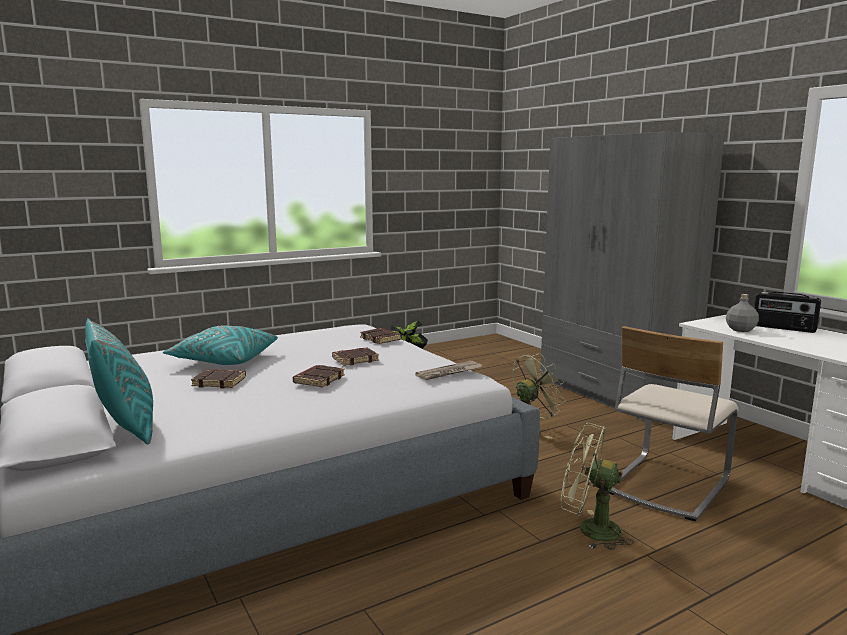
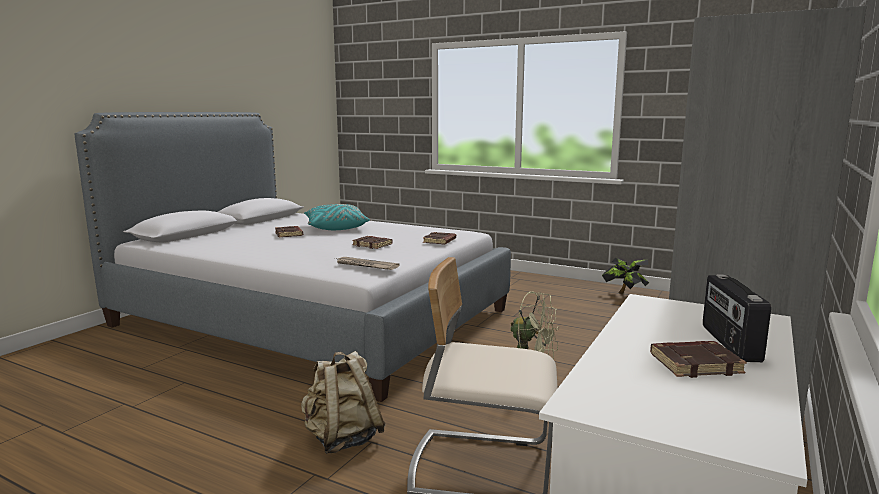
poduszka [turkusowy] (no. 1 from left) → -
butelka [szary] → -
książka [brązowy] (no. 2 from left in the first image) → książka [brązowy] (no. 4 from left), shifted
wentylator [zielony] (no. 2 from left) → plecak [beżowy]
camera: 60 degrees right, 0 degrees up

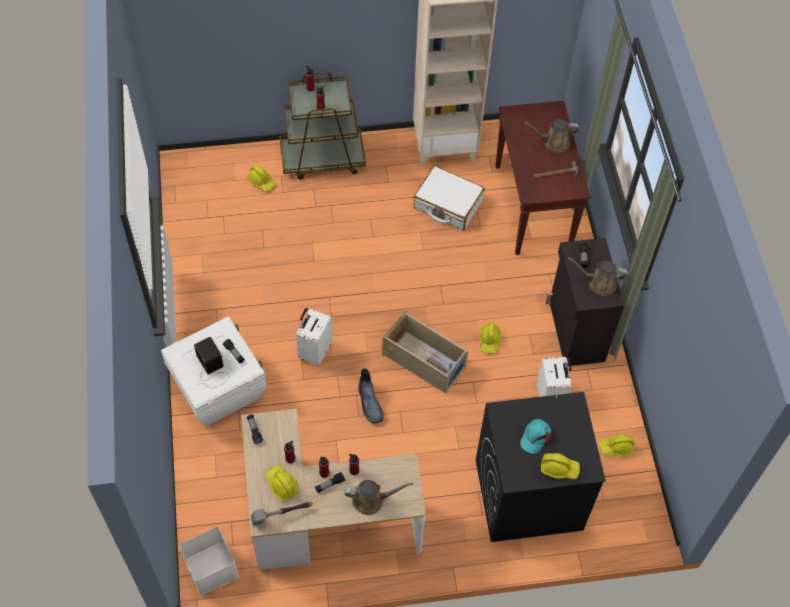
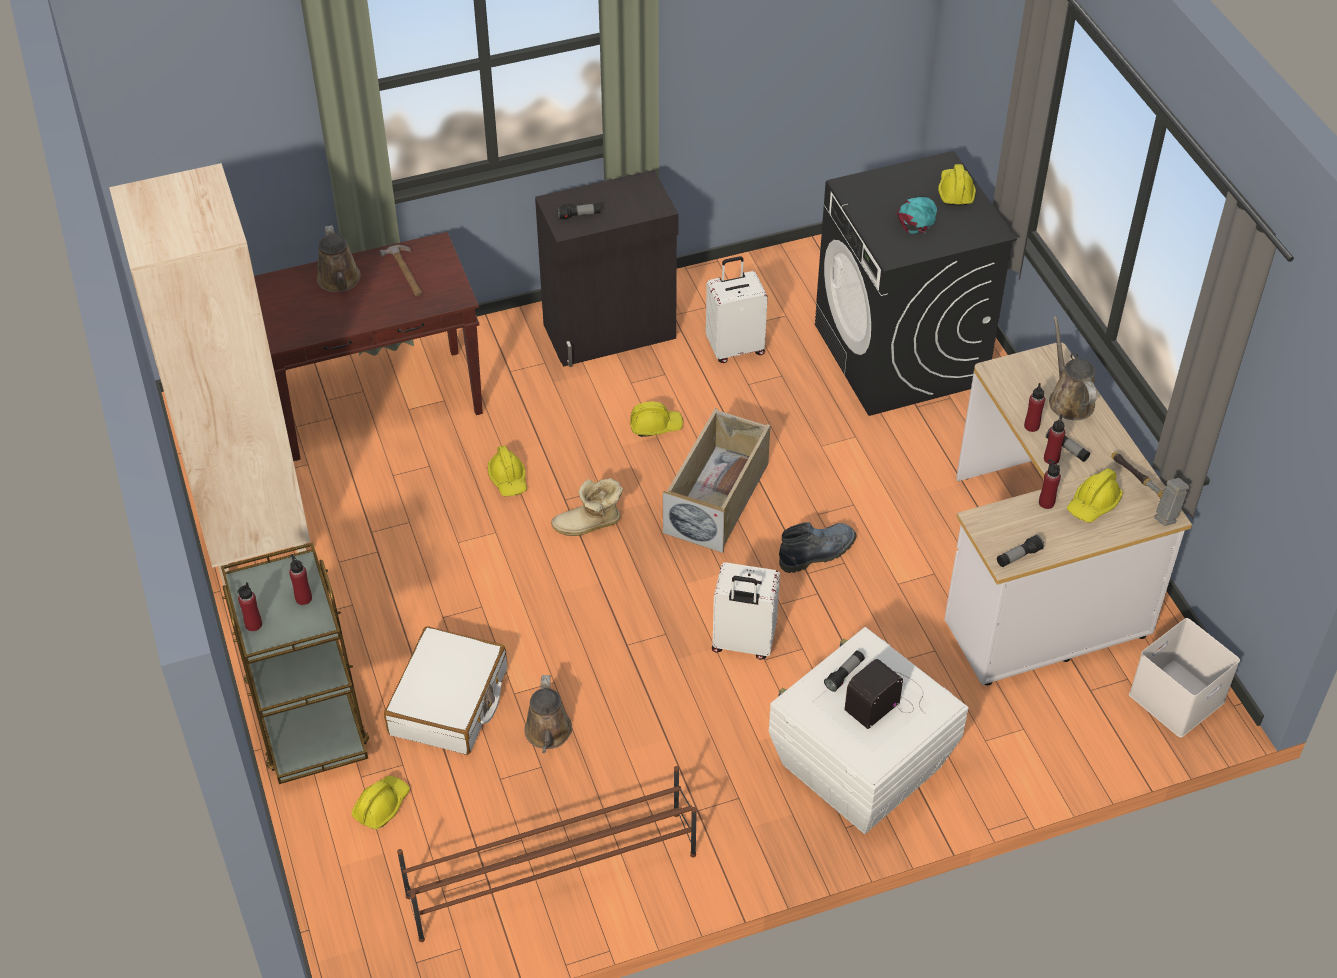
- → regał na buty [brązowy]
- → but z cholewką (no. 1 from left)
walizka [biały] (no. 2 from left in the first image) → walizka [biały] (no. 1 from left), shifted
konewka [brązowy] (no. 3 from left in the first image) → konewka [brązowy] (no. 2 from left), shifted
kask [żółty] (no. 5 from left in the first image) → kask [żółty] (no. 2 from left), shifted
czapka z daszkiem [turkusowy], 90 degrees counterclockwise
camera: 100 degrees left, 10 degrees down

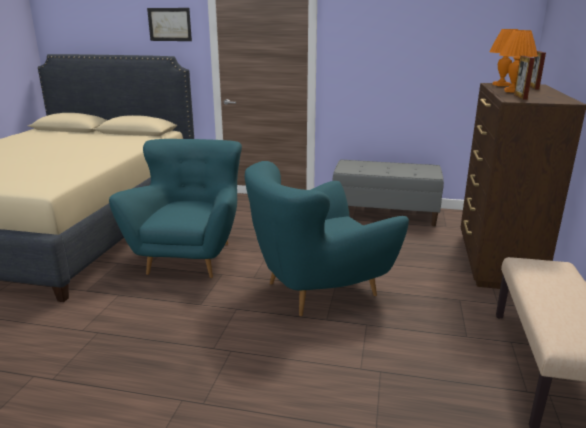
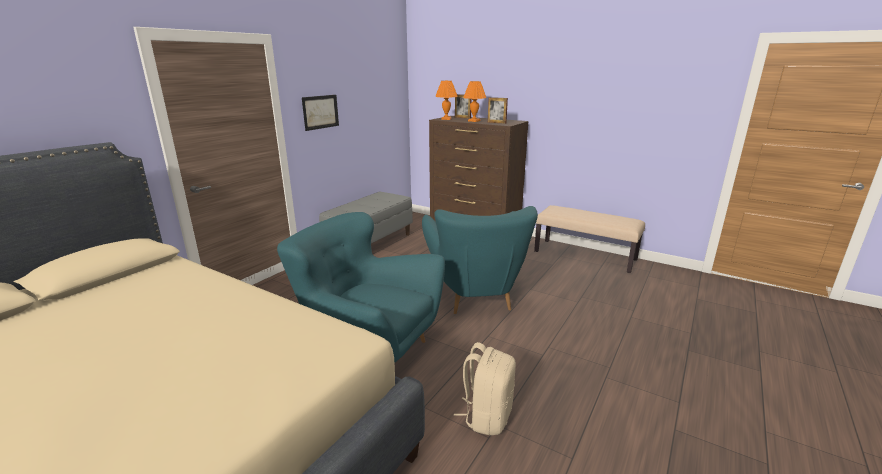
- → plecak [beżowy]
obraz, shifted
camera: 70 degrees left, 0 degrees up

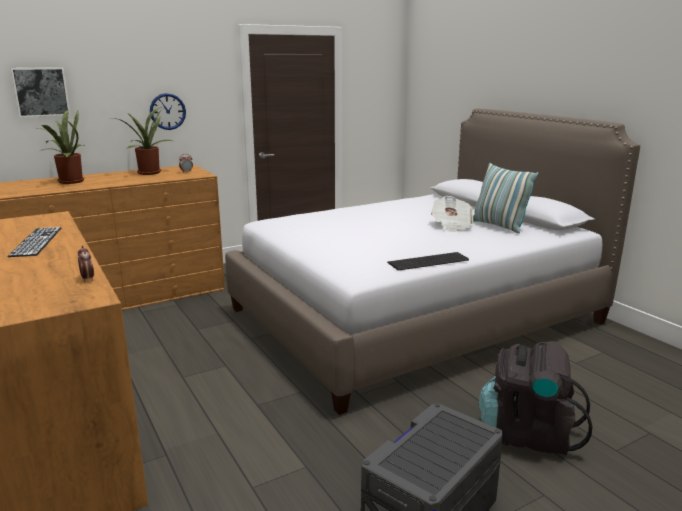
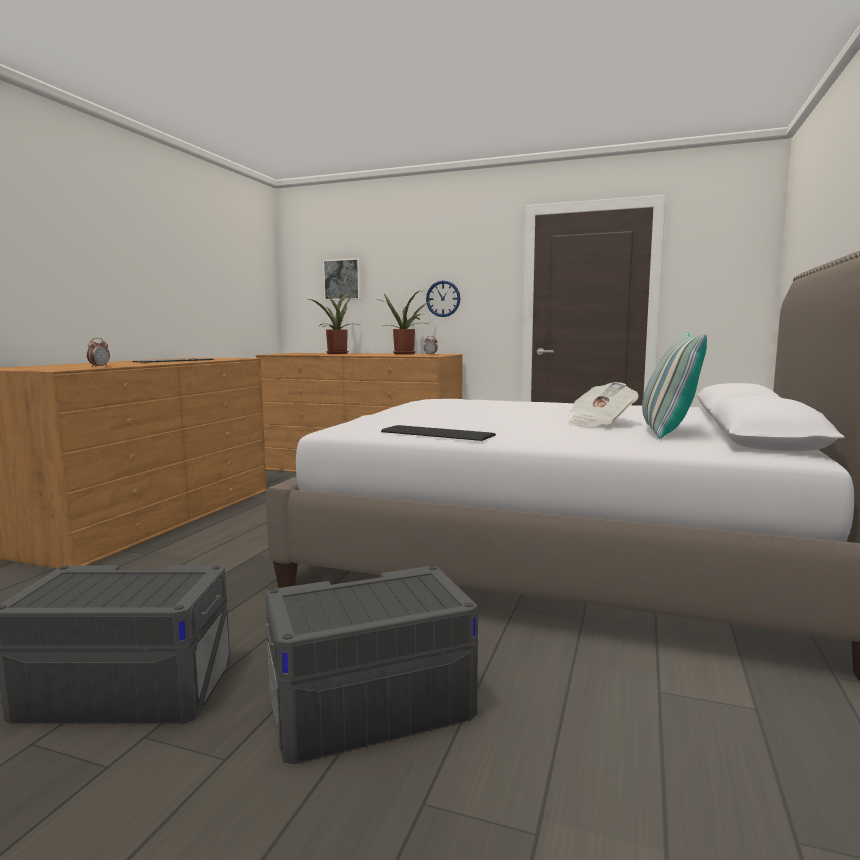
plecak [czarny] → pojemnik do przechowywania [szary] (no. 2 from left)
camera: 50 degrees right, 10 degrees down

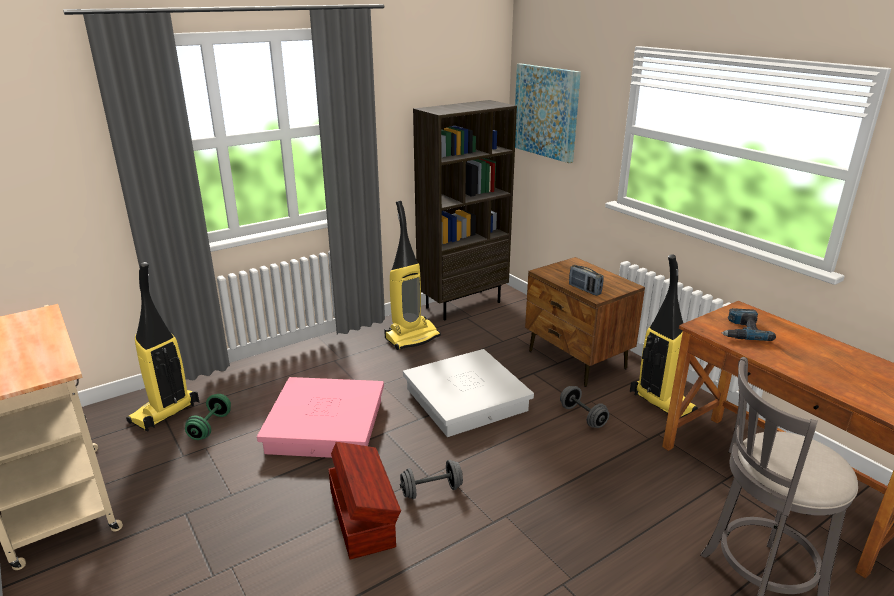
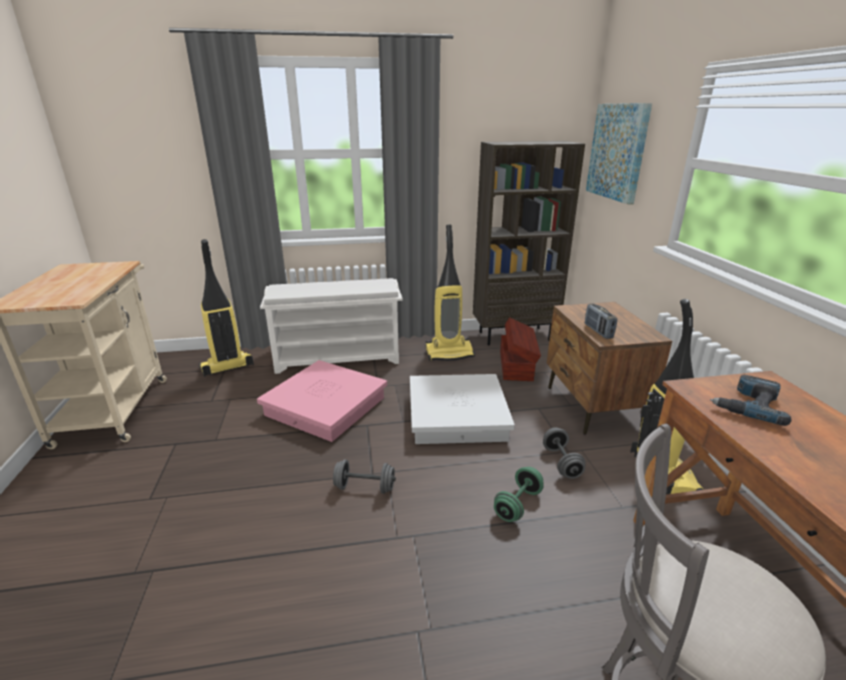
- → regał na buty [biały]
hantel [zielony], shifted
pojemnik do przechowywania [brązowy], shifted
camera: 25 degrees right, 0 degrees up

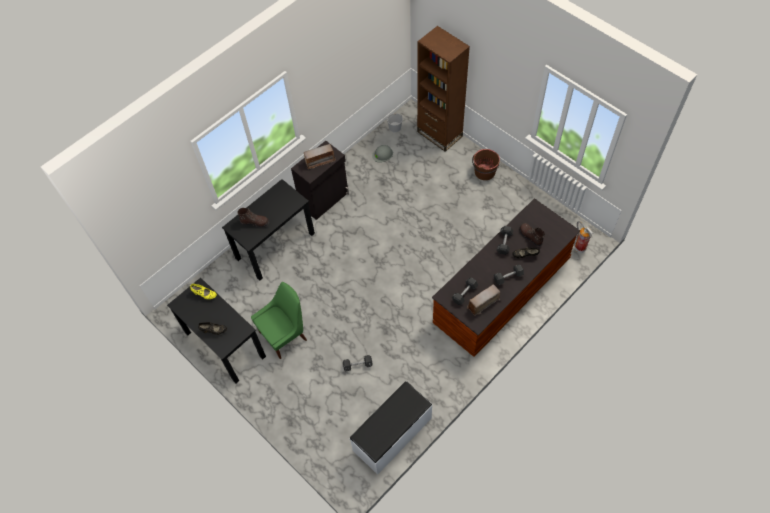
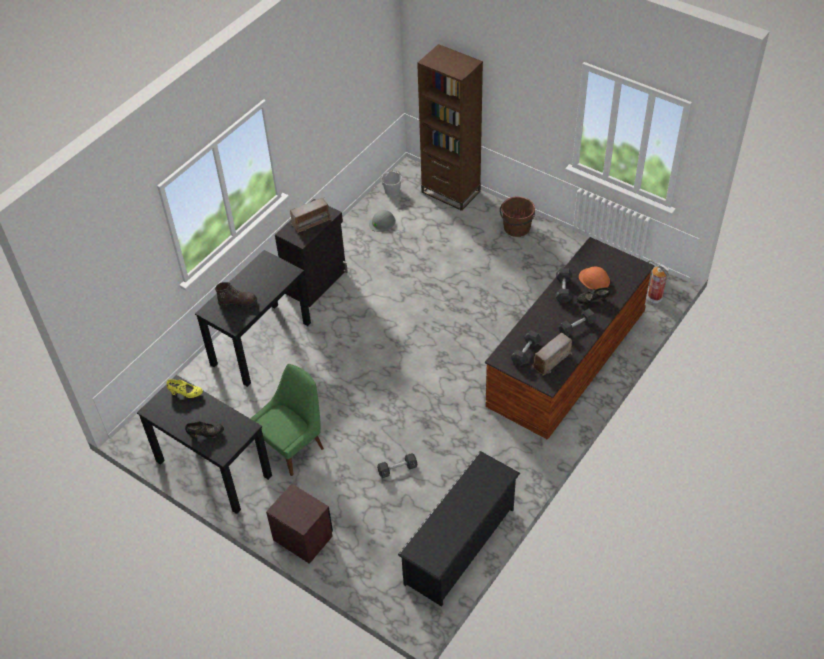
- → szafka nocna [brązowy]
ławka [biały] → regał na buty [czarny]
but z cholewką [brązowy] (no. 2 from left) → kask [pomarańczowy]
camera: 10 degrees left, 10 degrees down

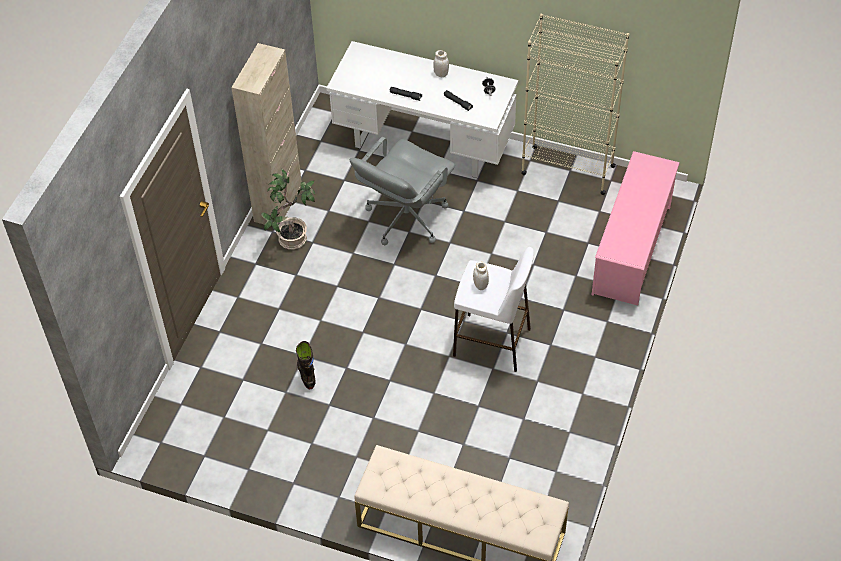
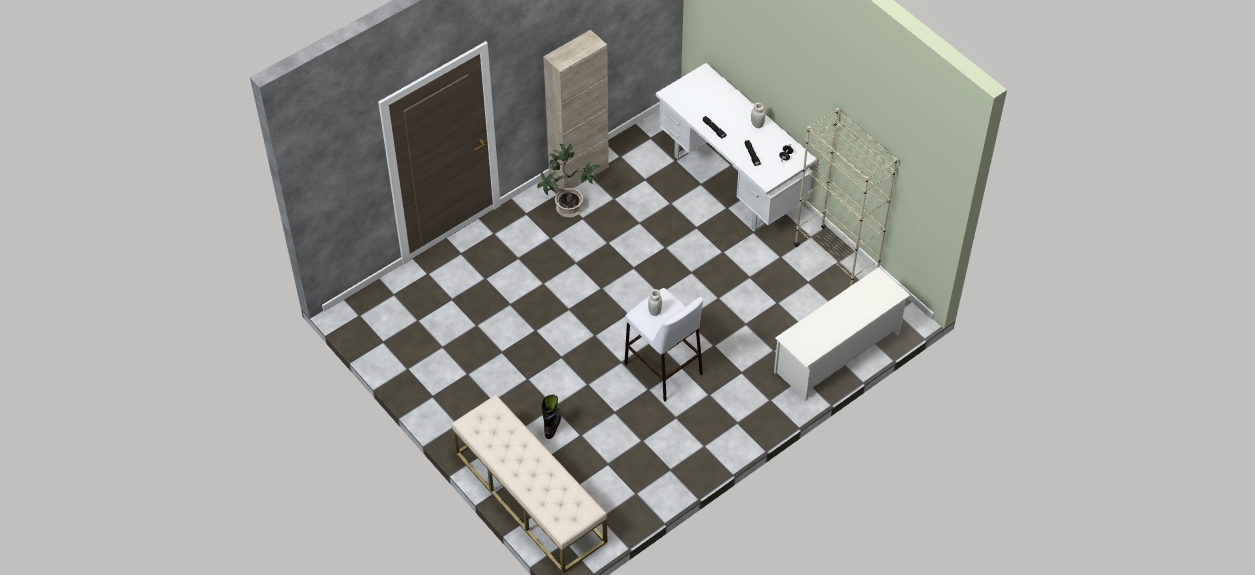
krzesło biurowe [szary] → -
but z cholewką [czarny], shifted
regał na buty [różowy] → regał na buty [biały]
camera: 30 degrees right, 0 degrees up

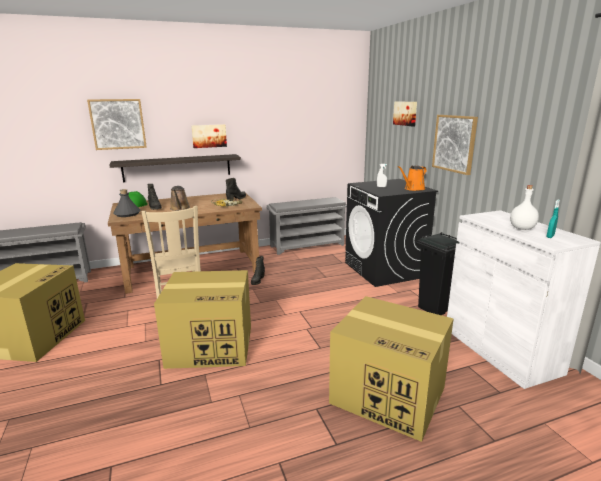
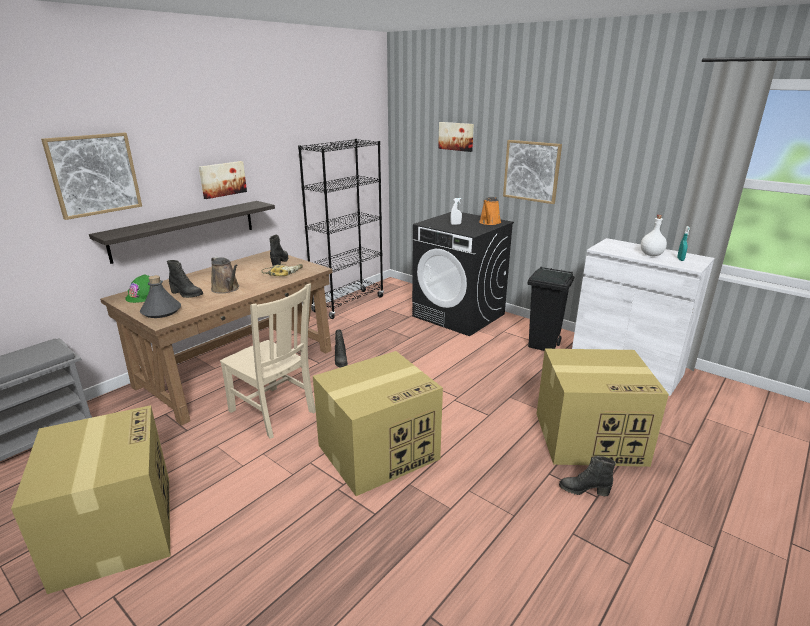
- → but z cholewką [czarny] (no. 4 from left)
regał na buty [szary] (no. 2 from left) → regał [czarny]
camera: 30 degrees left, 5 degrees up

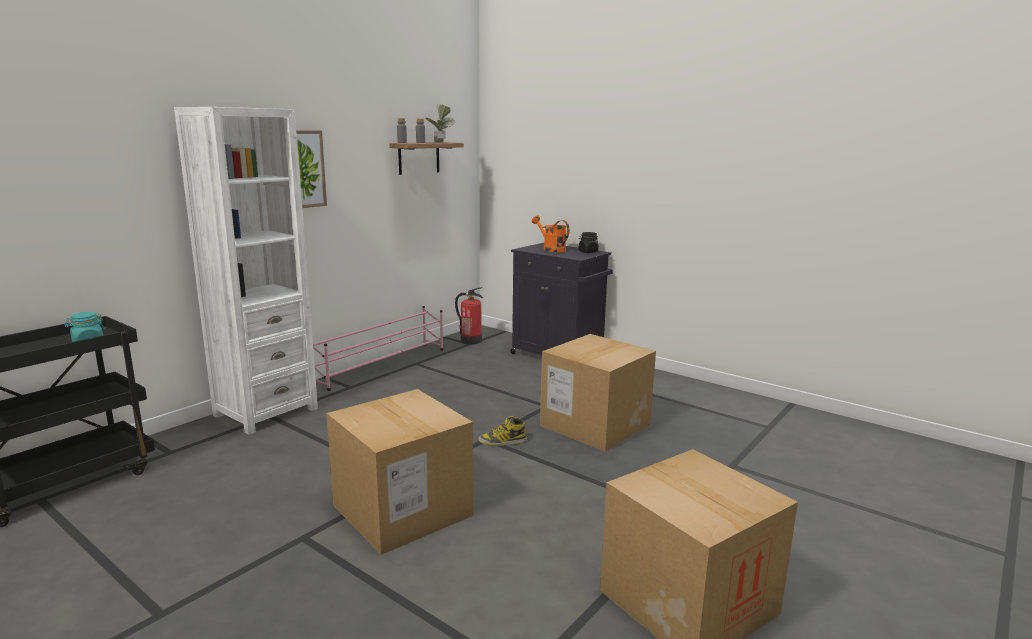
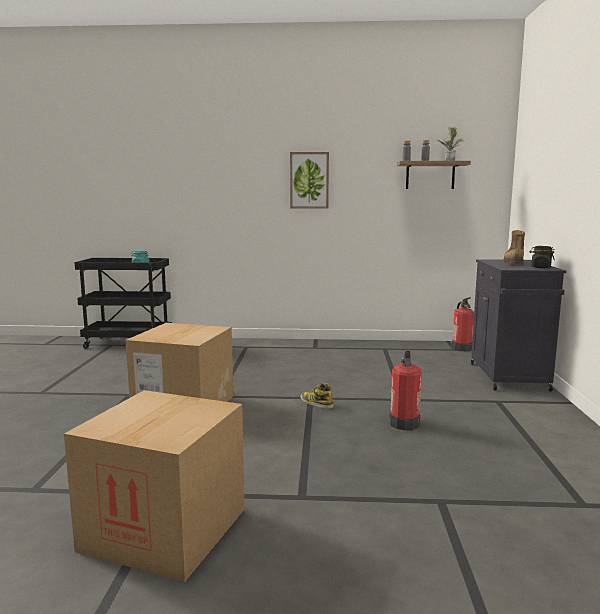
regał [biały] → -
regał na buty [różowy] → -
konewka [pomarańczowy] → but z cholewką (no. 2 from left)
karton (no. 2 from left) → gaśnica (no. 1 from left)
camera: 55 degrees right, 5 degrees down

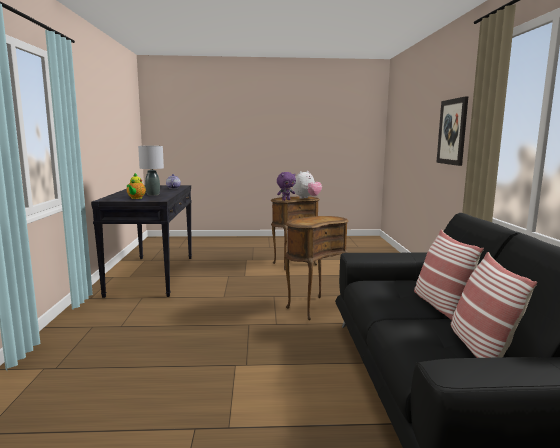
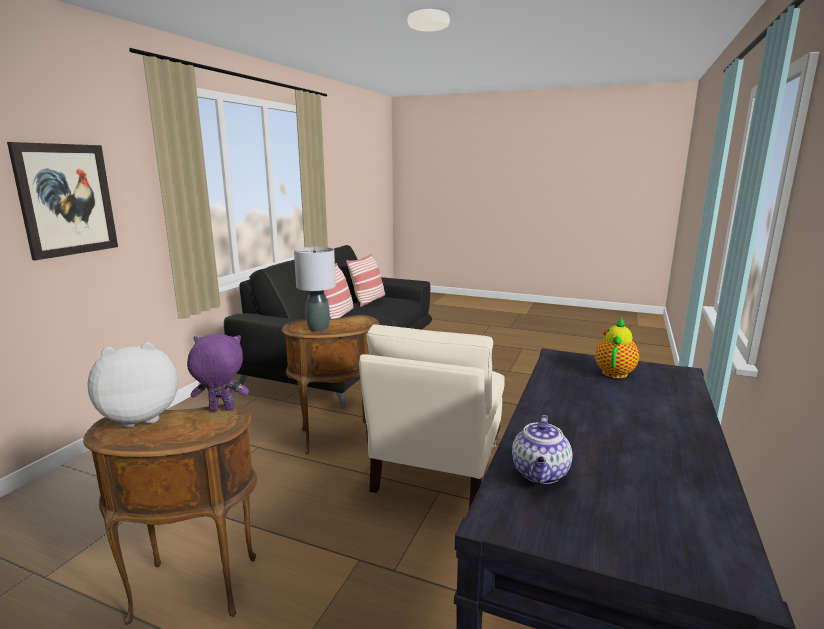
- → fotel [beżowy]
lampa stołowa [szary], shifted
camera: 155 degrees left, 5 degrees up

